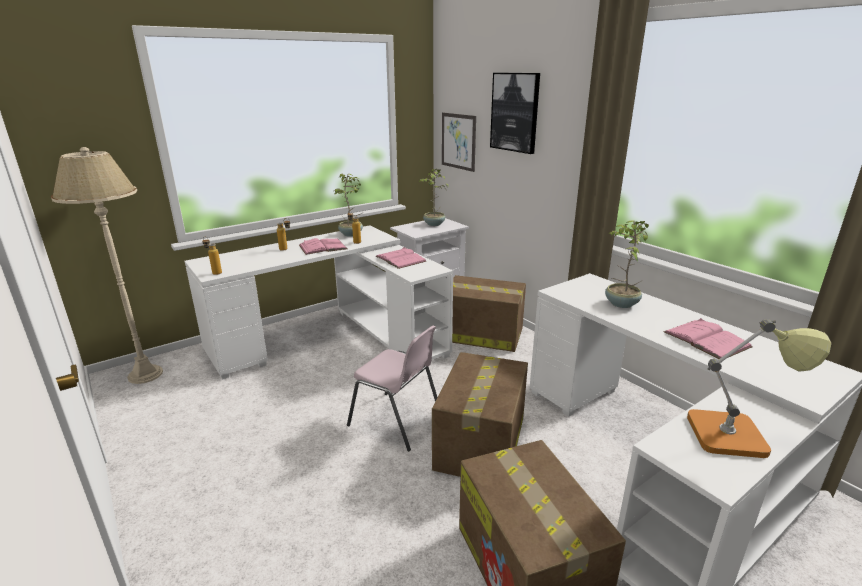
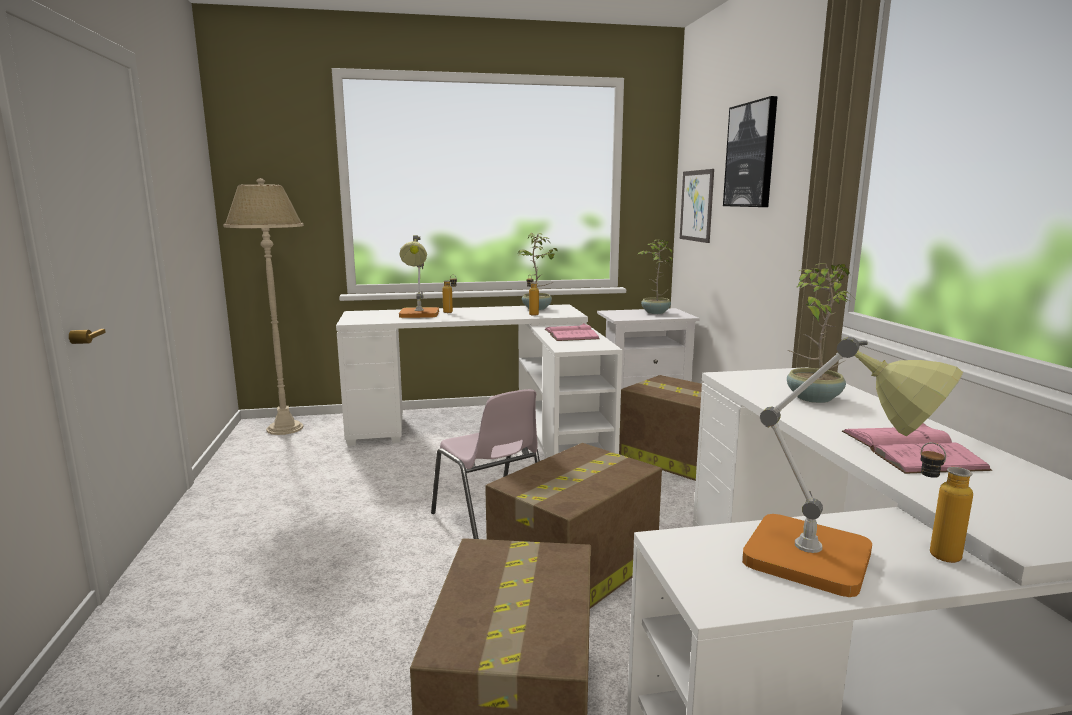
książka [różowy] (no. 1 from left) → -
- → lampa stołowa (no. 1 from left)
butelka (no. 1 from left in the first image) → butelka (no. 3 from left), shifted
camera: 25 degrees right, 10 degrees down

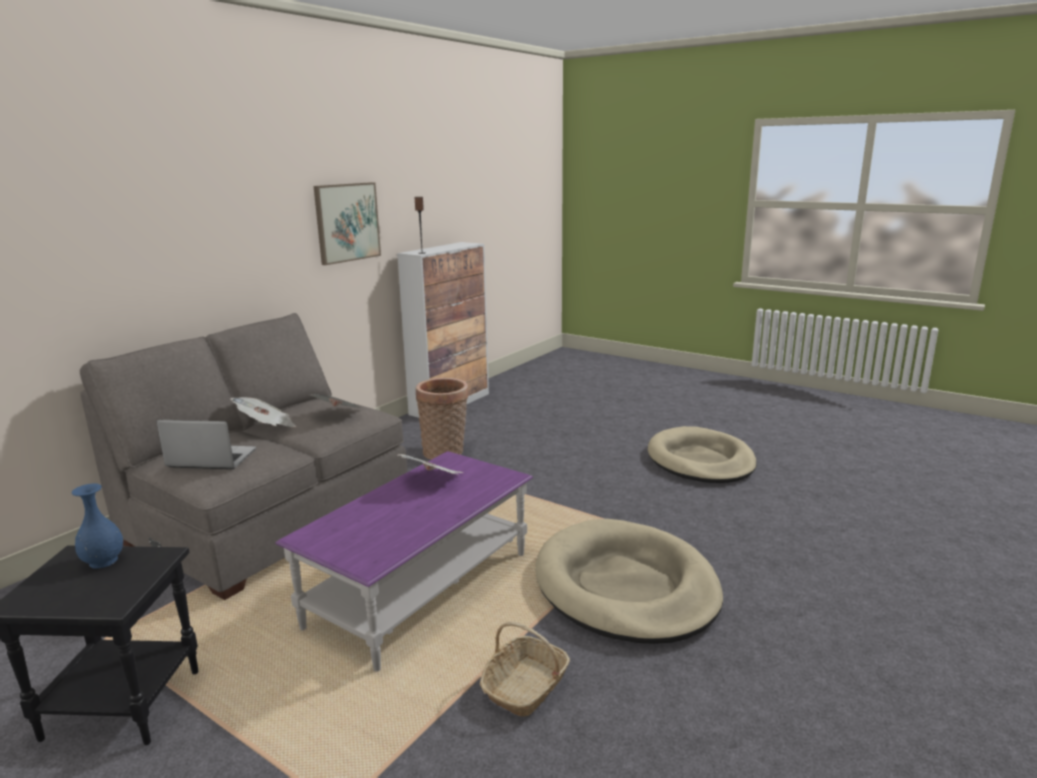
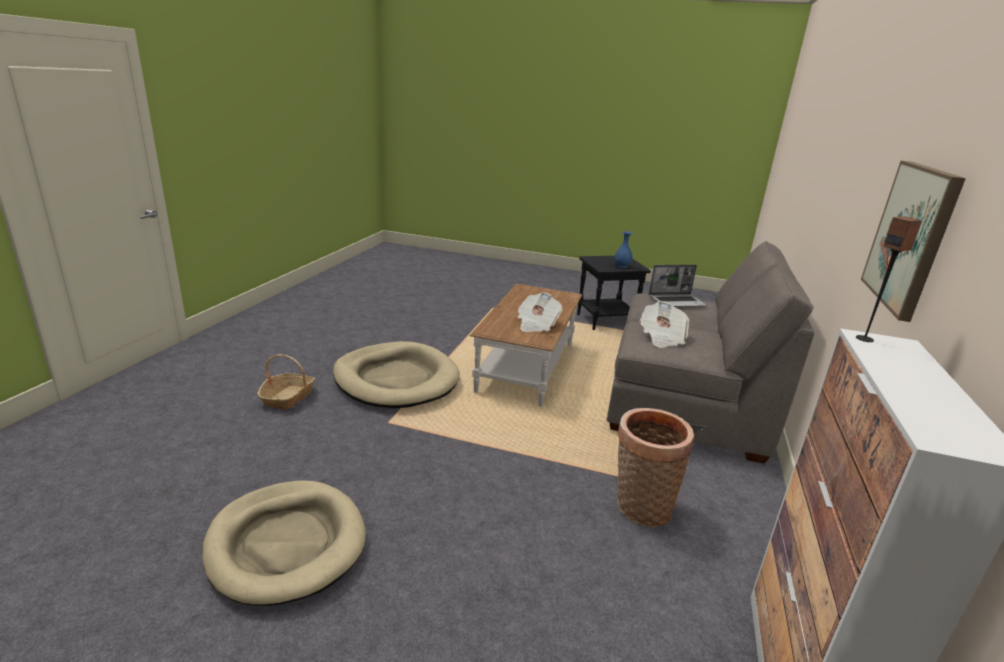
gazeta (no. 1 from left) → -
koszyk (no. 2 from left in the first image) → koszyk (no. 1 from left), shifted
ława [fioletowy] → ława [brązowy]
camera: 160 degrees right, 5 degrees up

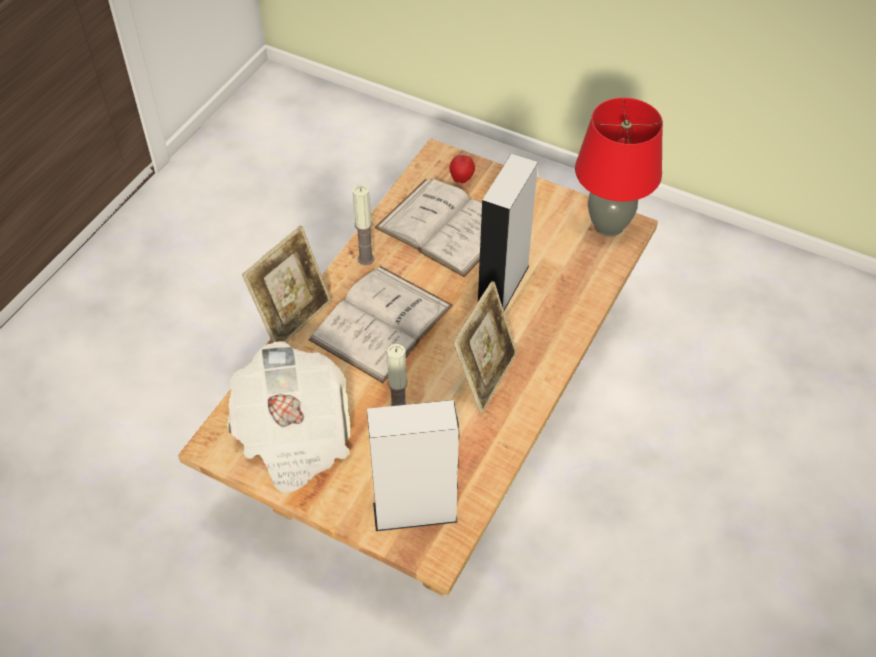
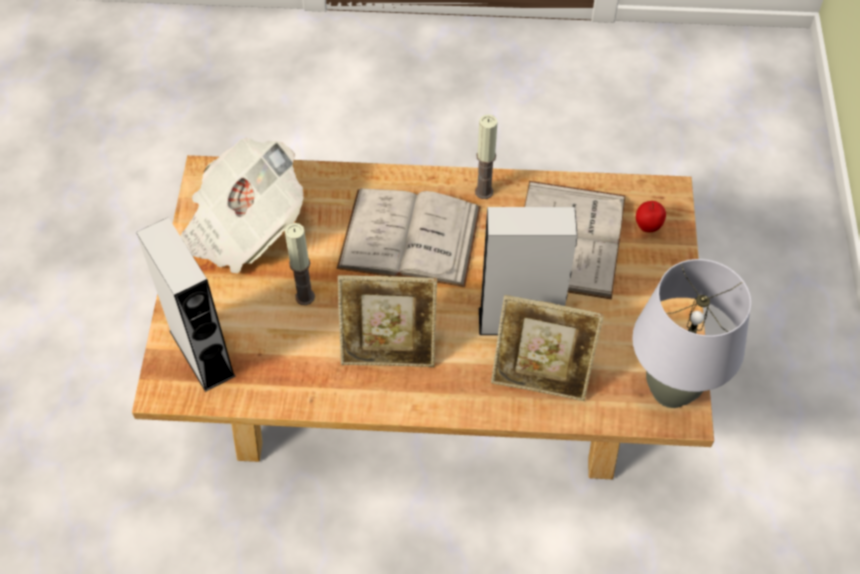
ramka na zdjęcie (no. 1 from left in the first image) → ramka na zdjęcie (no. 2 from left), shifted
lampa stołowa [czerwony] → lampa stołowa [szary]
camera: 65 degrees right, 5 degrees up

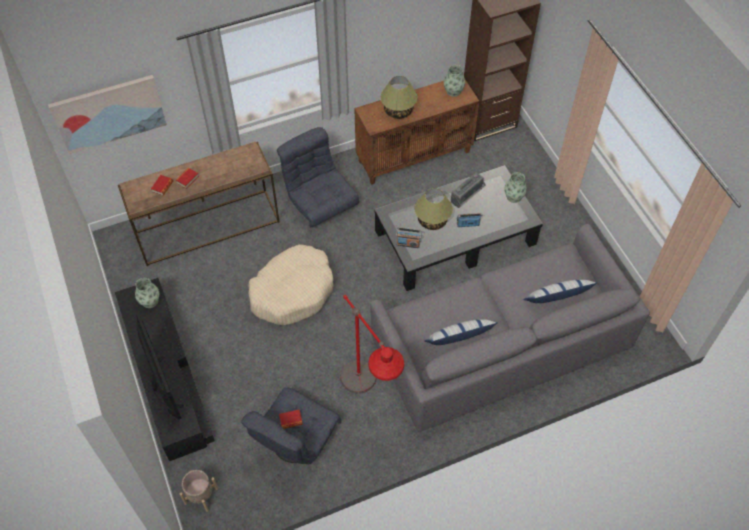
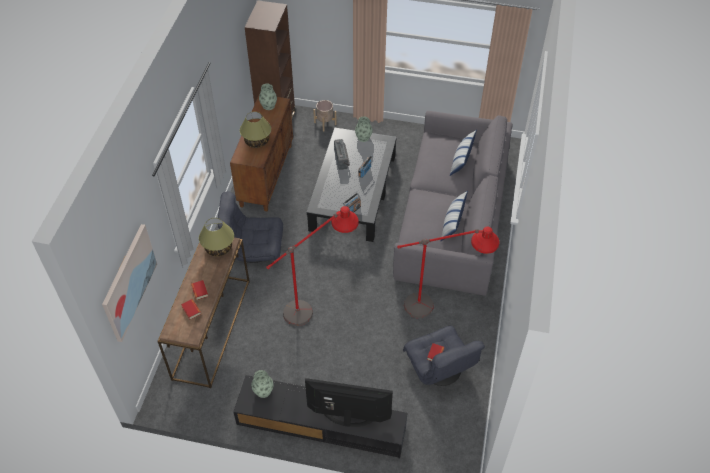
donica [beżowy], shifted
lampa stołowa (no. 2 from left in the first image) → lampa stołowa (no. 1 from left), shifted
legowisko [beżowy] → lampa stojąca [czerwony] (no. 1 from left)
camera: 55 degrees left, 5 degrees down

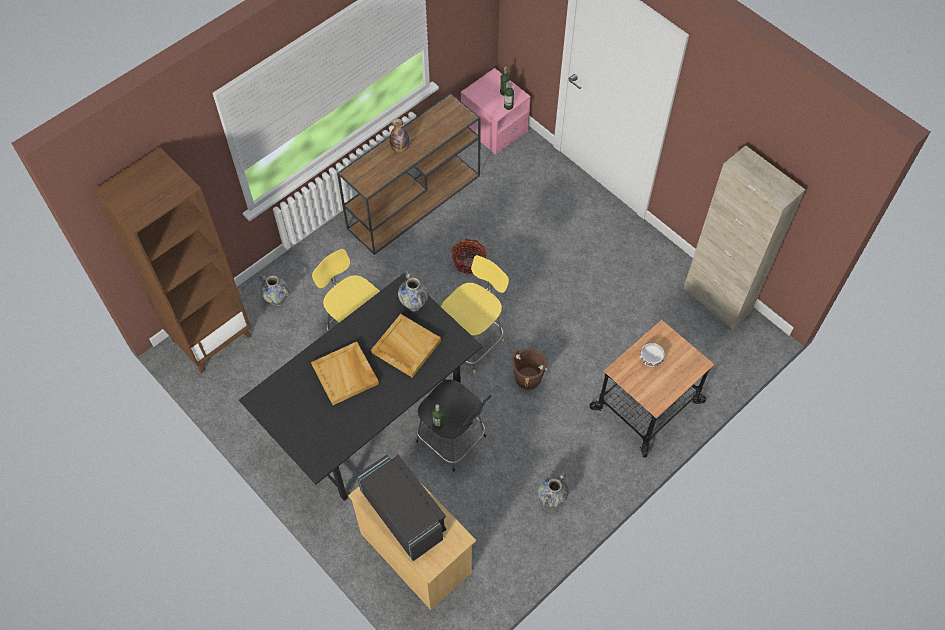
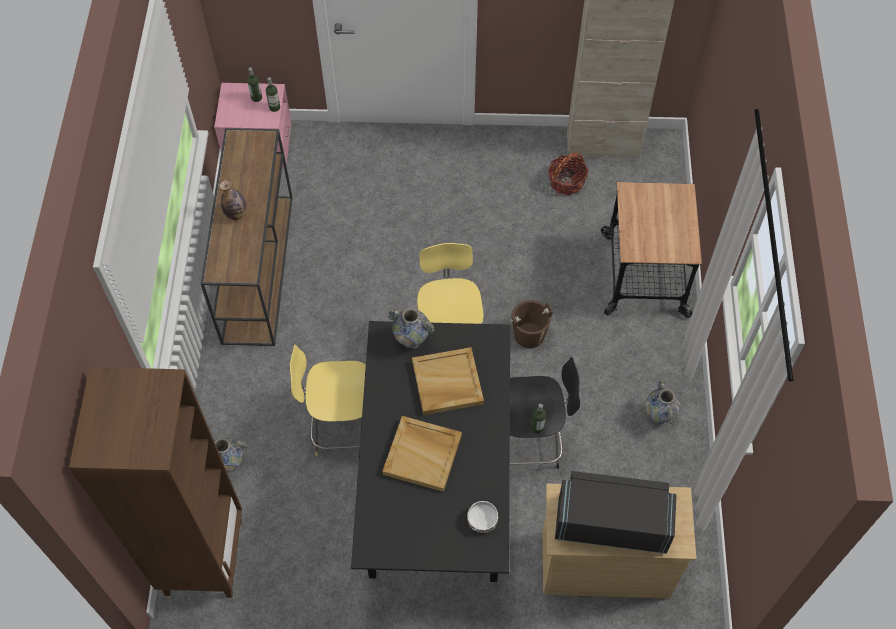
koszyk, shifted
miska [biały], shifted
camera: 45 degrees left, 0 degrees up

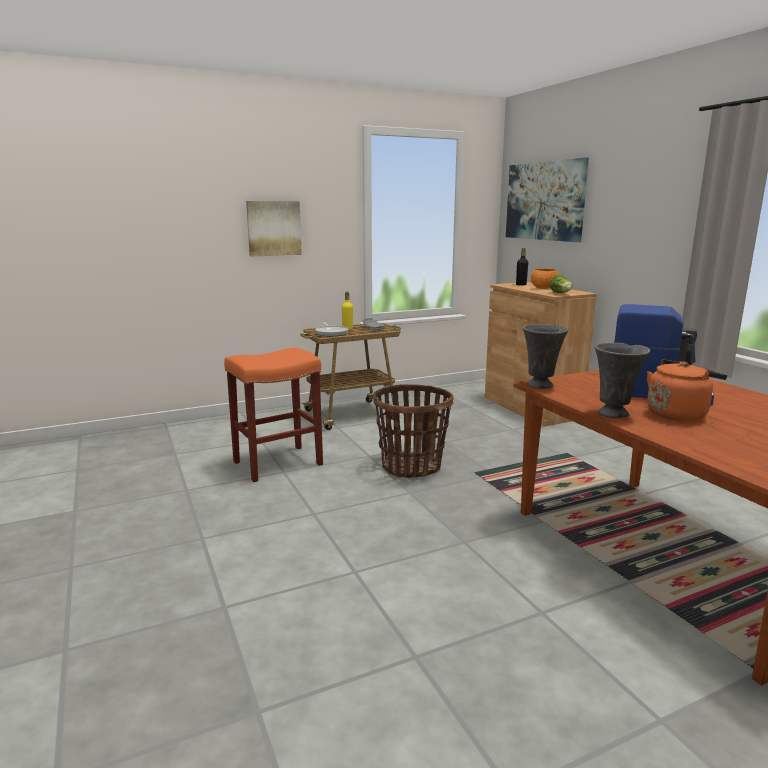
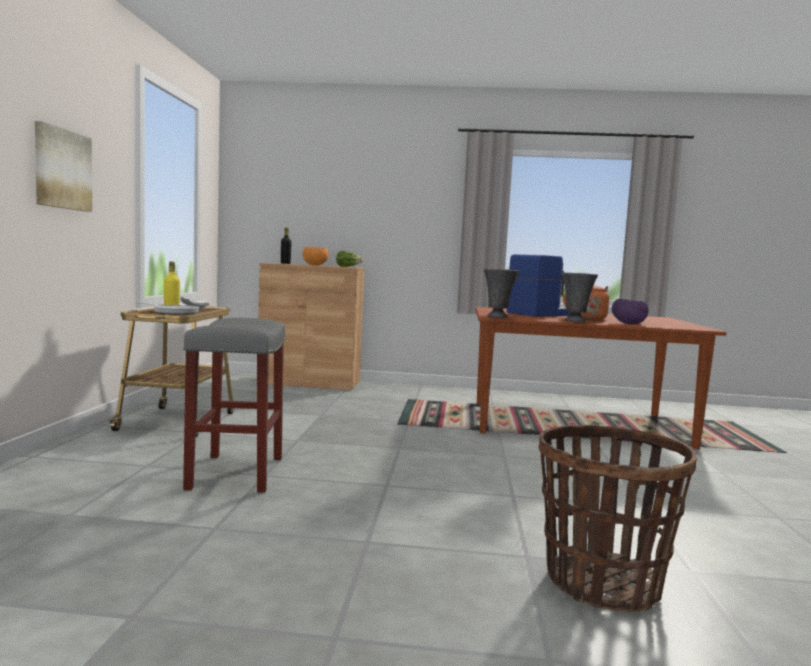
obraz (no. 2 from left) → -
- → miska [fioletowy]
koszyk, shifted
stołek [pomarańczowy] → stołek [szary]
camera: 60 degrees left, 10 degrees down

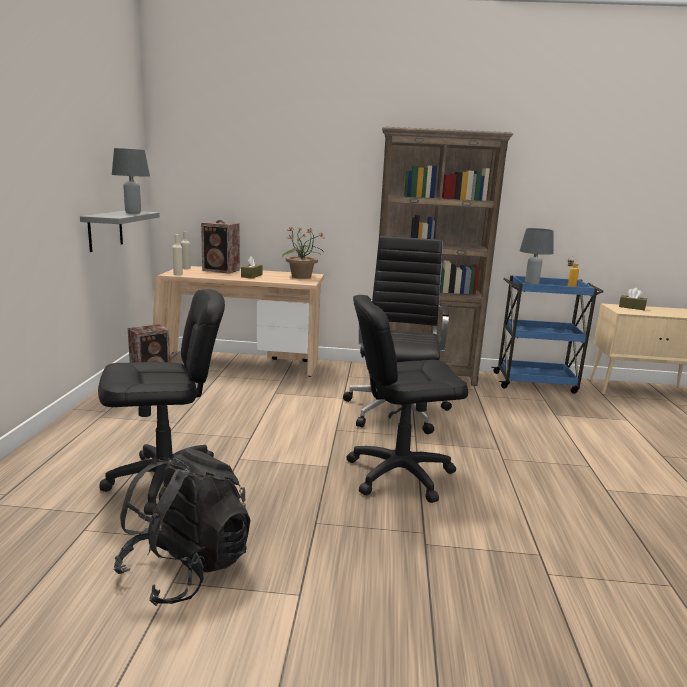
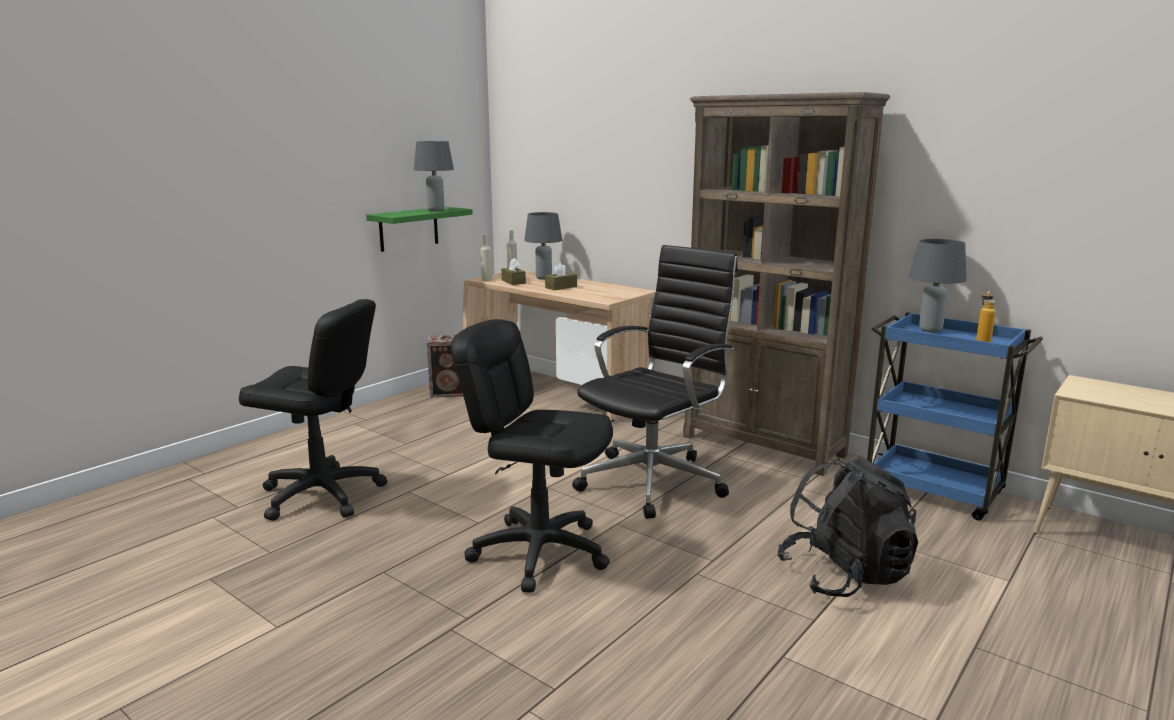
roślina doniczkowa → -
plecak [czarny], shifted
pudełko chusteczek [brązowy] (no. 2 from left in the first image) → pudełko chusteczek [brązowy] (no. 1 from left), shifted
głośnik (no. 2 from left) → lampa stołowa [szary] (no. 2 from left)
półka [szary] → półka [zielony]
camera: 35 degrees right, 0 degrees up

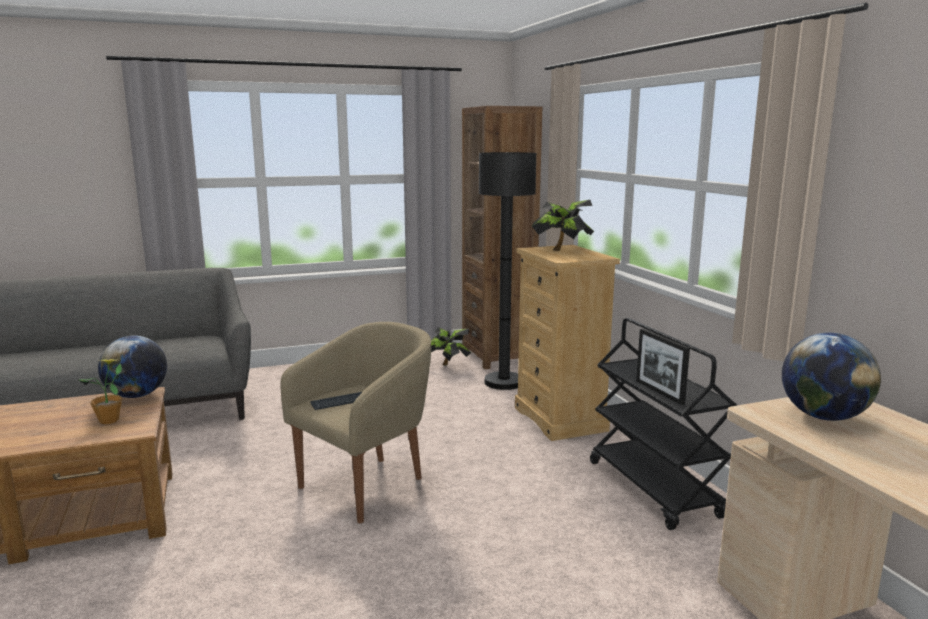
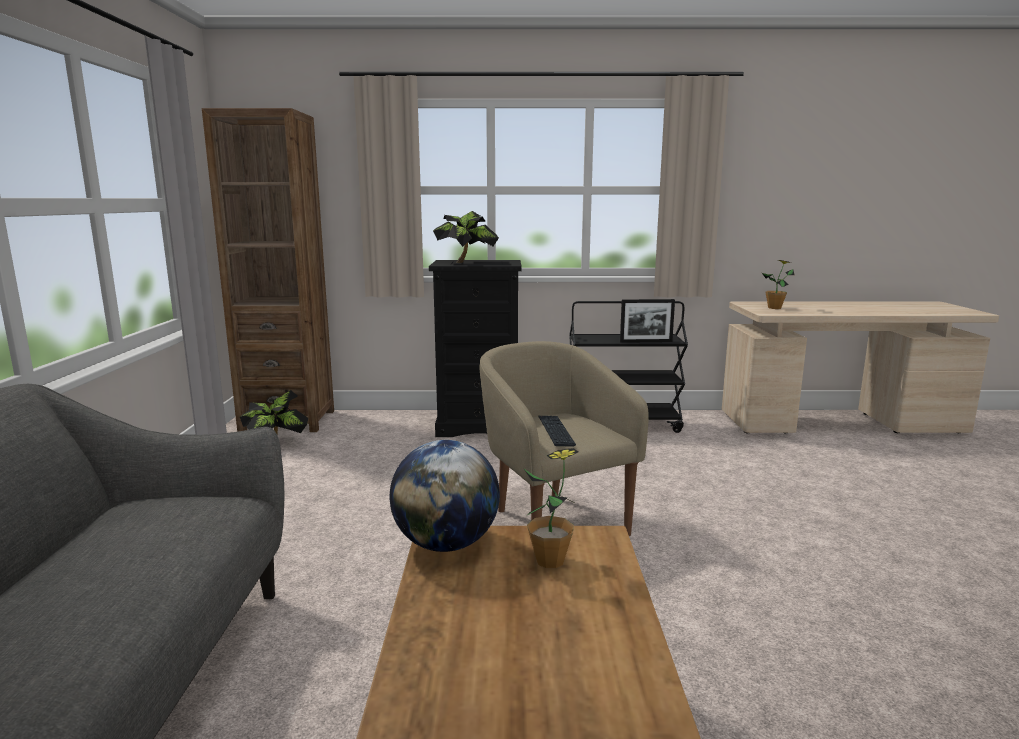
lampa stojąca [czarny] → -
globus (no. 2 from left) → roślina doniczkowa (no. 4 from left)
komoda [beżowy] → komoda [czarny]
camera: 70 degrees left, 0 degrees up

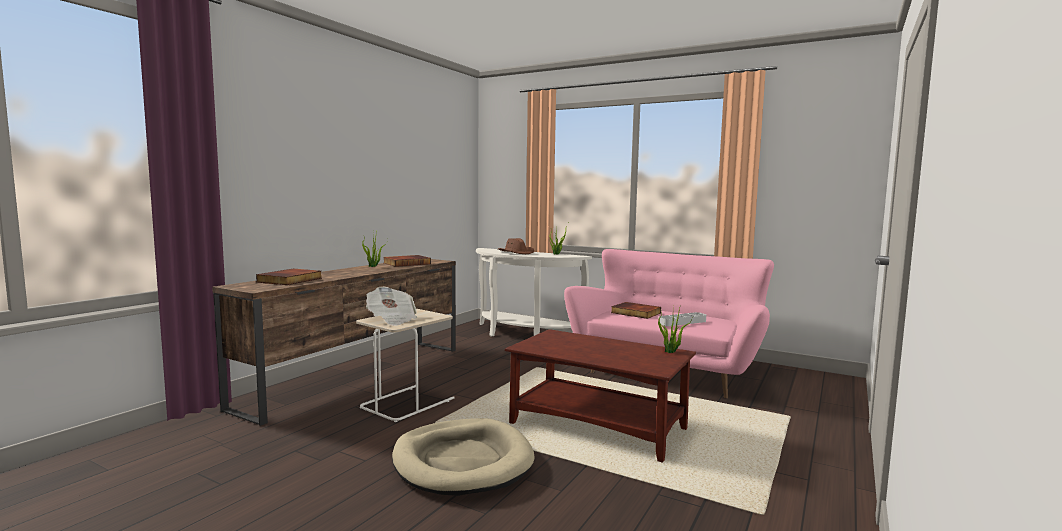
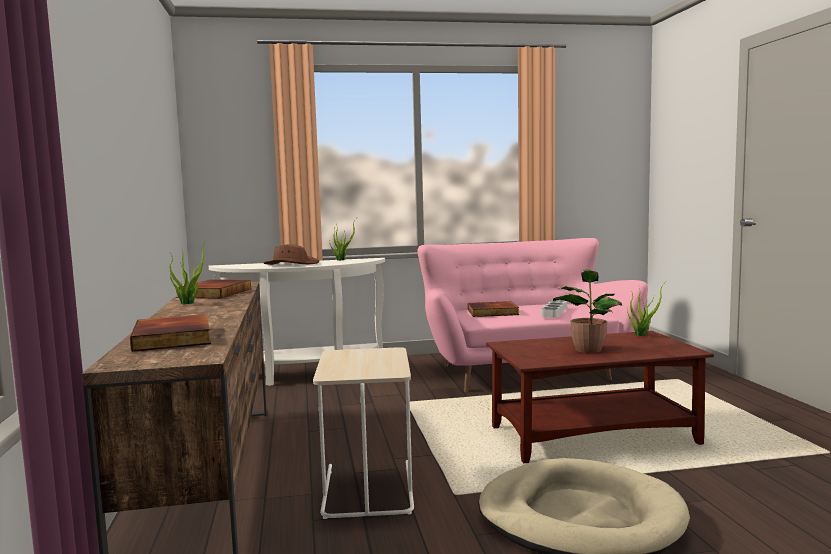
gazeta → -
- → roślina doniczkowa (no. 3 from left)
camera: 40 degrees left, 0 degrees up

